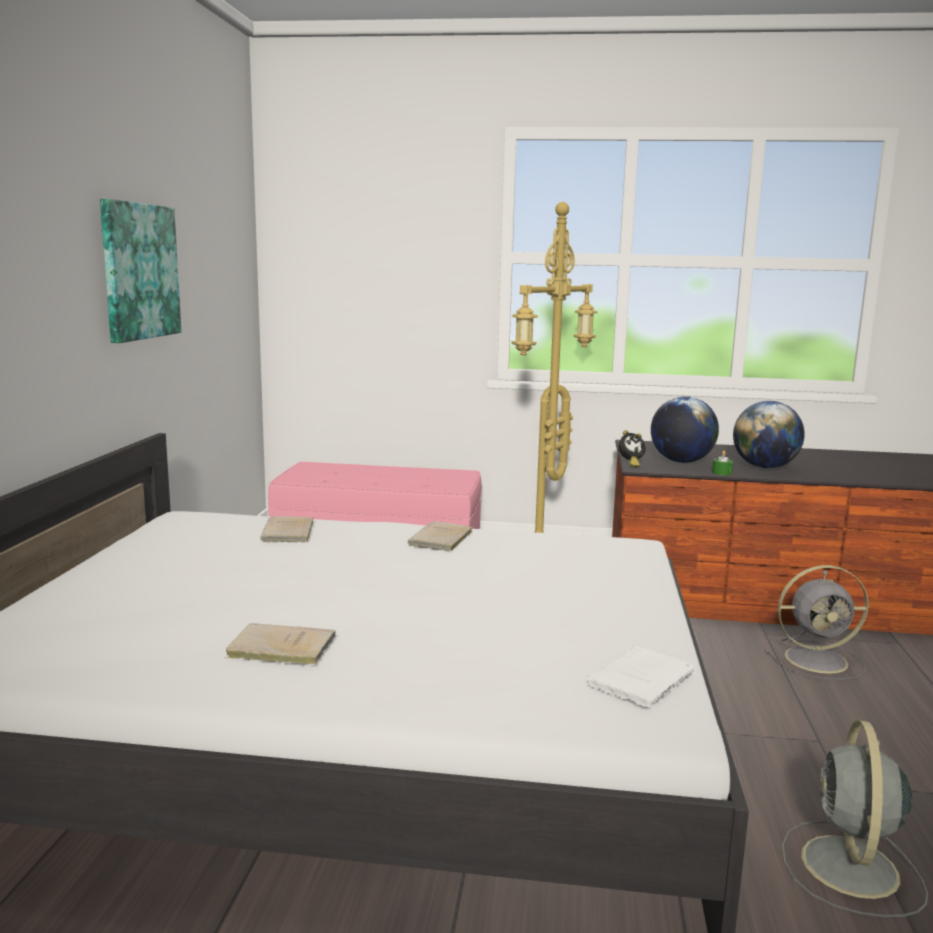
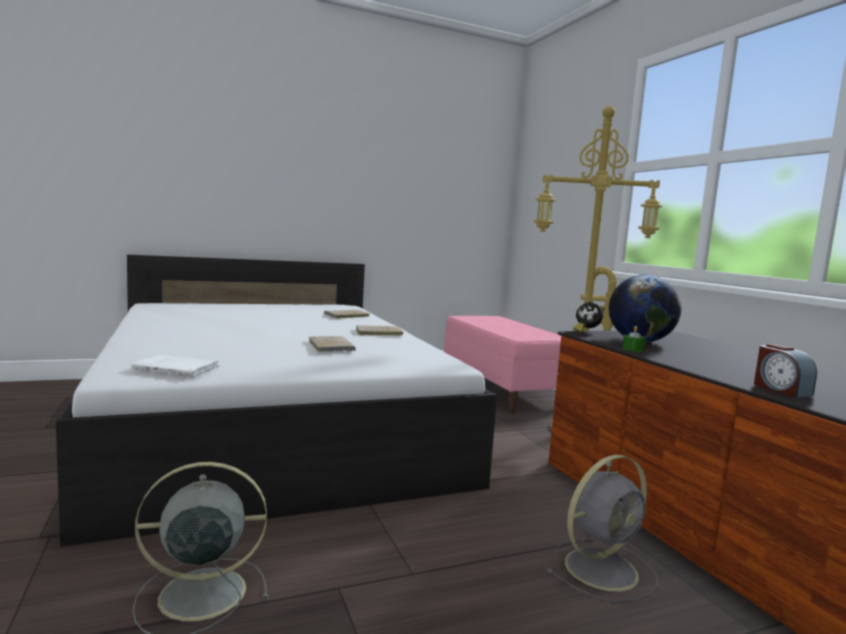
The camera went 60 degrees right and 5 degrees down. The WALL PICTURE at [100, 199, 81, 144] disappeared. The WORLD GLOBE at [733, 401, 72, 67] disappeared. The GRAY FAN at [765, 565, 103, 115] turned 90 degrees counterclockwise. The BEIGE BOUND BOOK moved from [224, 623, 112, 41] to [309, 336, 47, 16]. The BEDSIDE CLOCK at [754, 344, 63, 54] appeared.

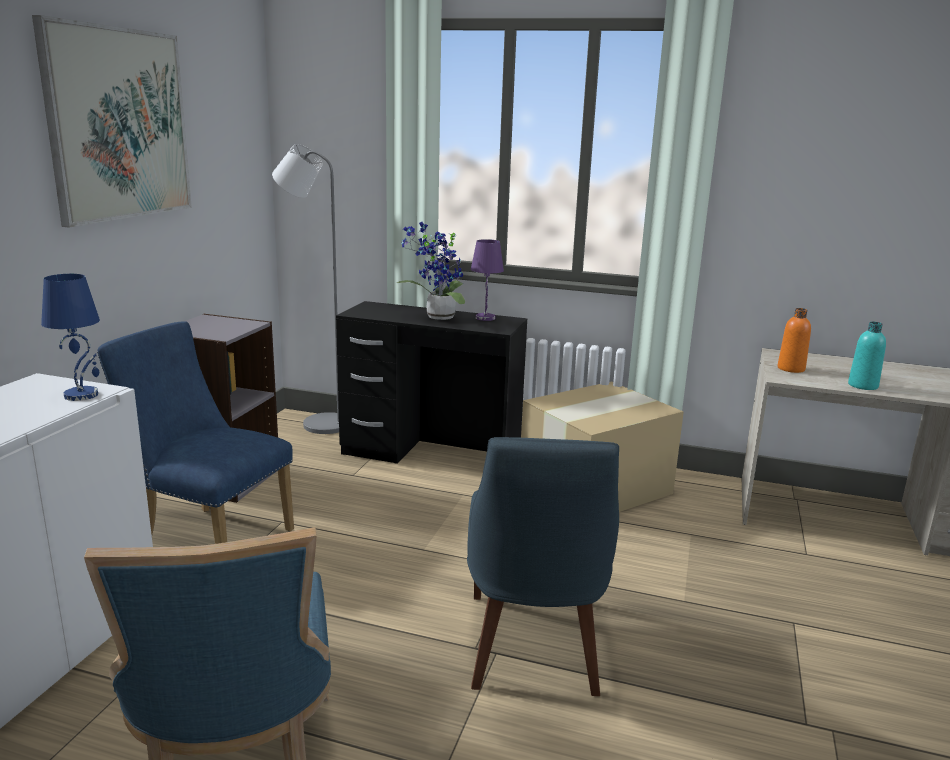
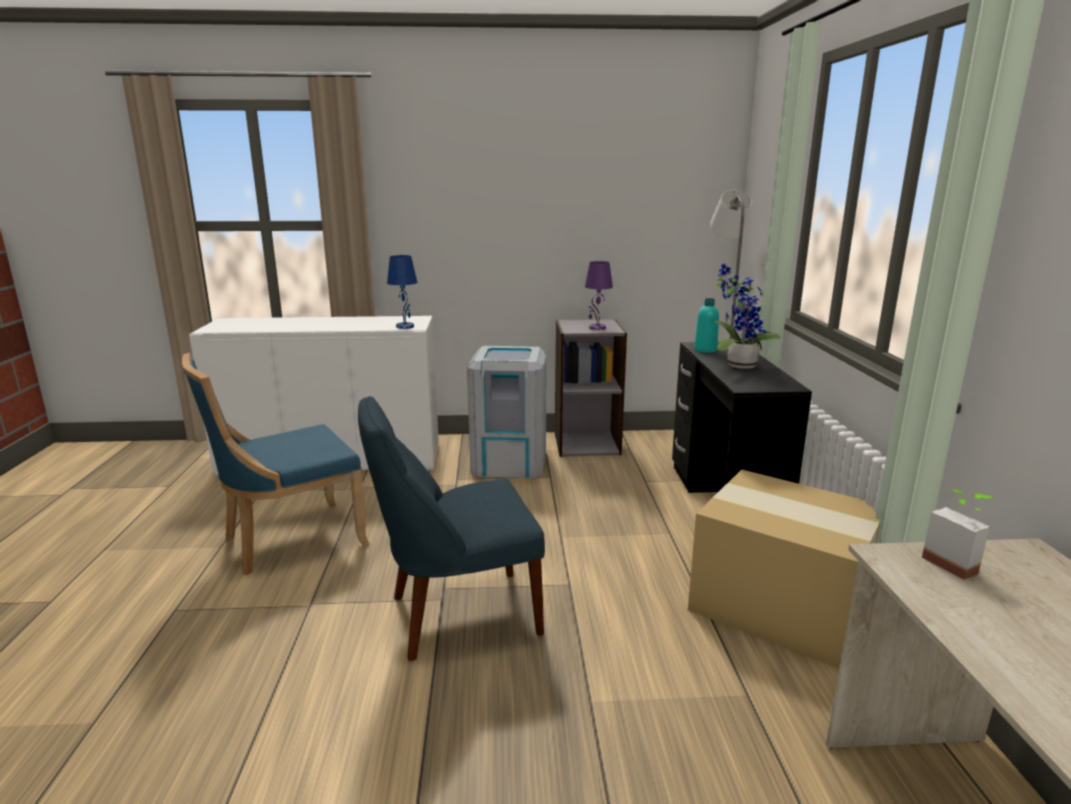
The camera went 70 degrees right and 0 degrees up. The WALL PICTURE at [32, 15, 160, 213] disappeared. The PURPLE TABLE LAMP moved from [471, 239, 33, 82] to [585, 261, 28, 69]. The ORANGE BEVERAGE BOTTLE at [778, 308, 33, 65] was replaced by the POTTED PLANT at [922, 489, 72, 91]. The BLUISH UPRIGHT CHAIR at [97, 321, 197, 223] was replaced by the GRAY WASTE BIN at [467, 346, 80, 132]. The BLUE-GREEN BEVERAGE BOTTLE moved from [848, 322, 38, 68] to [694, 298, 25, 55].

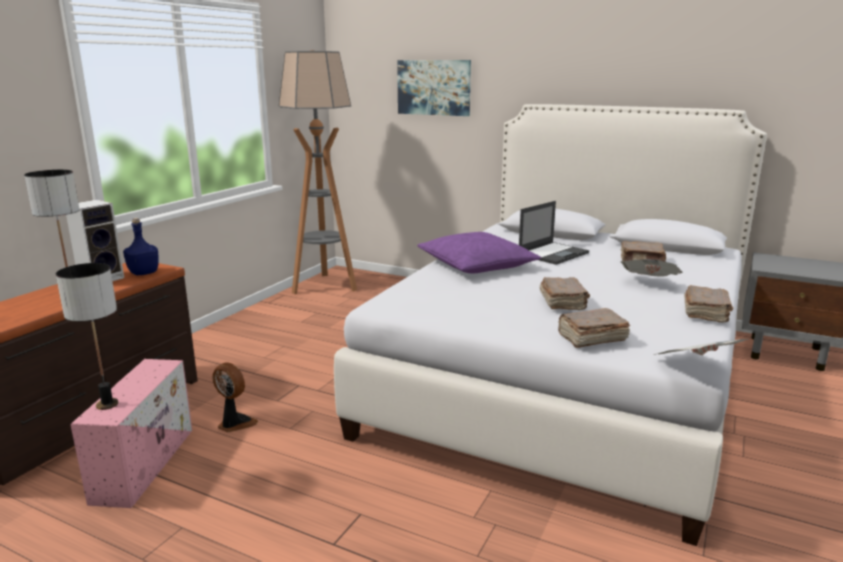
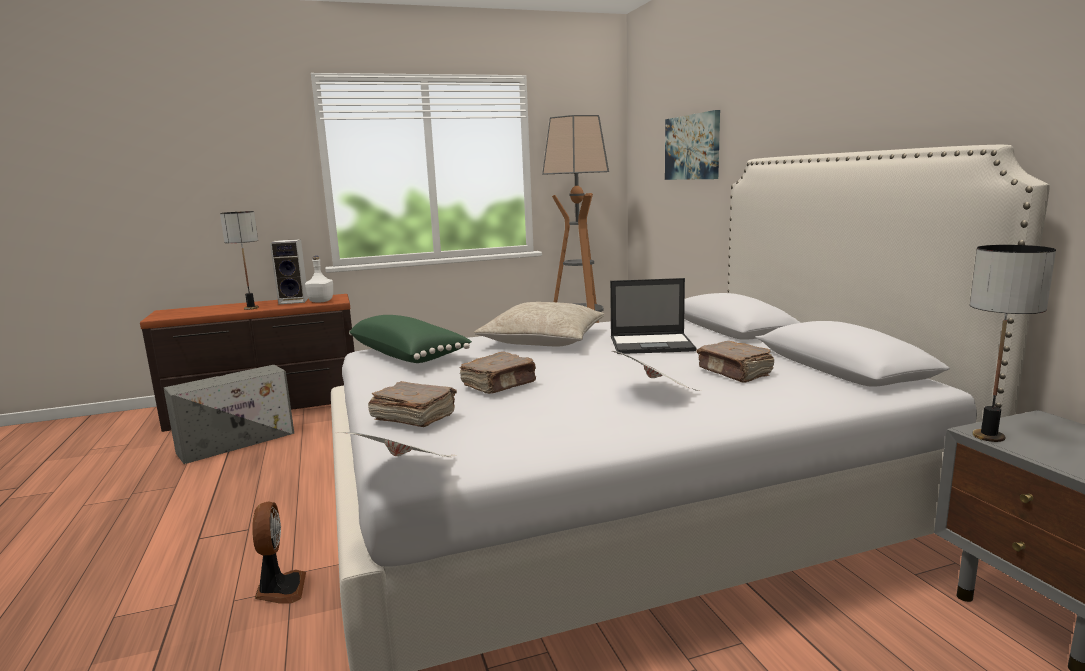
The camera went 45 degrees right and 5 degrees down. The BLUISH BEVERAGE BOTTLE at [123, 218, 36, 57] became the WHITISH BEVERAGE BOTTLE at [305, 256, 28, 47]. The PURPLE CUSHION at [417, 232, 124, 41] became the BEIGE CUSHION at [474, 302, 130, 44]. The TABLE LAMP moved from [56, 263, 62, 147] to [970, 245, 86, 197]. The BROWN-COLOURED BOUND BOOK at [684, 285, 49, 38] disappeared. The PINK STORAGE BOX at [70, 359, 122, 149] became the GRAY STORAGE BOX at [164, 365, 130, 99]. The FAN moved from [212, 362, 46, 70] to [252, 502, 54, 102]. The GREEN CUSHION at [349, 315, 123, 48] appeared.

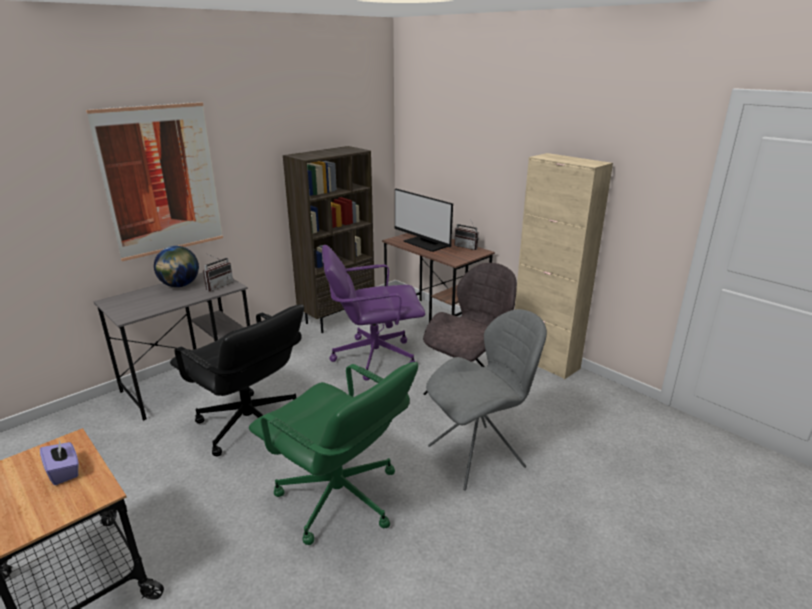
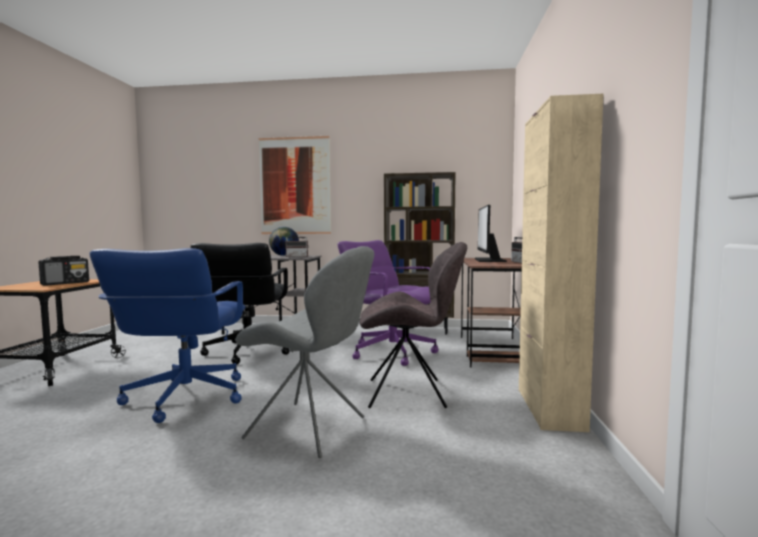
The camera went 50 degrees right and 20 degrees down. The GREEN DESK CHAIR at [249, 362, 169, 183] became the BLUISH DESK CHAIR at [89, 248, 156, 175]. The PURPLE BOX OF TISSUES at [40, 440, 39, 45] was replaced by the RADIO RECEIVER at [38, 256, 51, 30].

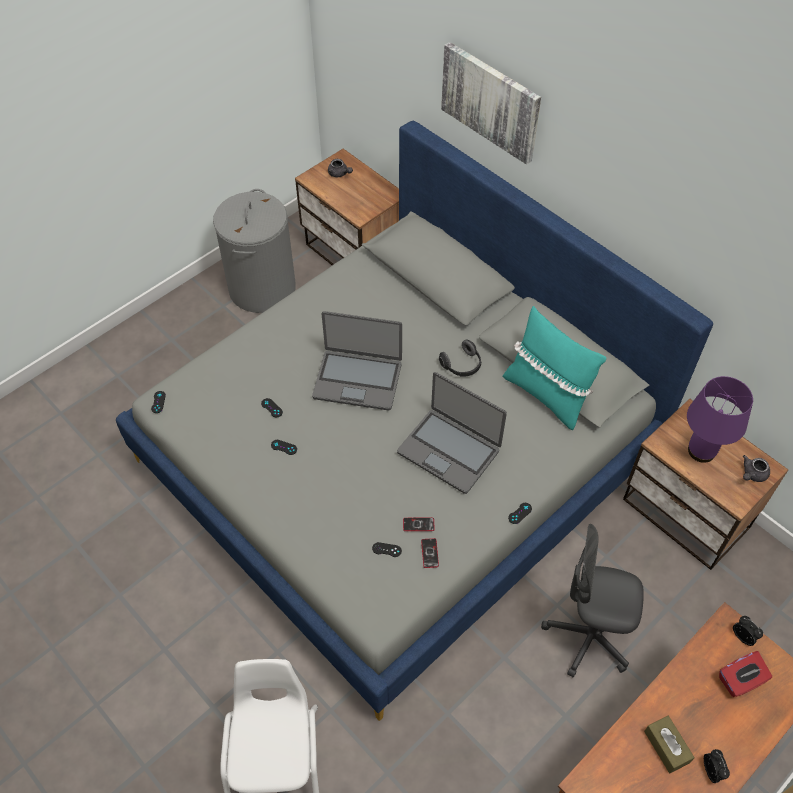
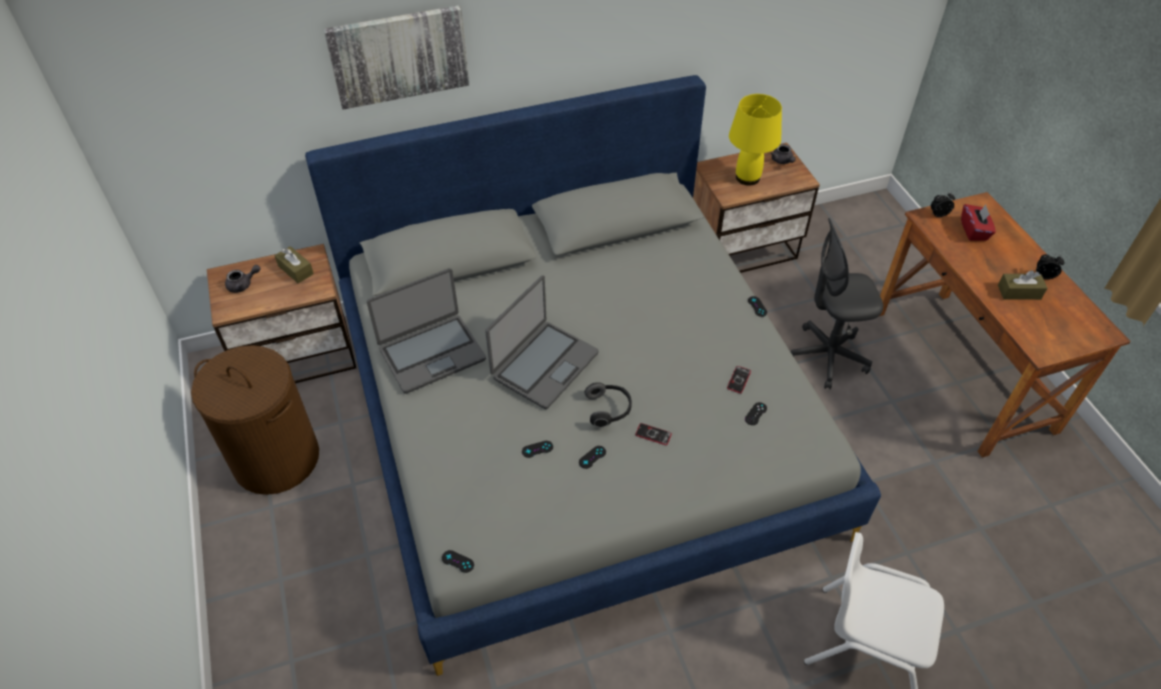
The camera went 65 degrees left and 5 degrees down. The GRAY WASHING BASKET at [213, 189, 83, 124] became the BROWN-COLOURED WASHING BASKET at [191, 345, 128, 150]. The BLUE-GREEN CUSHION at [503, 306, 103, 124] disappeared. The HEADPHONES moved from [439, 339, 42, 38] to [584, 382, 48, 45]. The LAPTOP moved from [397, 372, 110, 122] to [367, 268, 119, 126]. The PURPLE TABLE LAMP at [687, 376, 66, 87] became the YELLOW TABLE LAMP at [729, 94, 53, 92]. The GRAY DESK CHAIR at [541, 524, 103, 153] turned 45 degrees clockwise. The TELEPHONE moved from [421, 538, 18, 30] to [635, 423, 37, 22]. The BROWN-COLOURED BOX OF TISSUES at [274, 246, 40, 37] appeared.

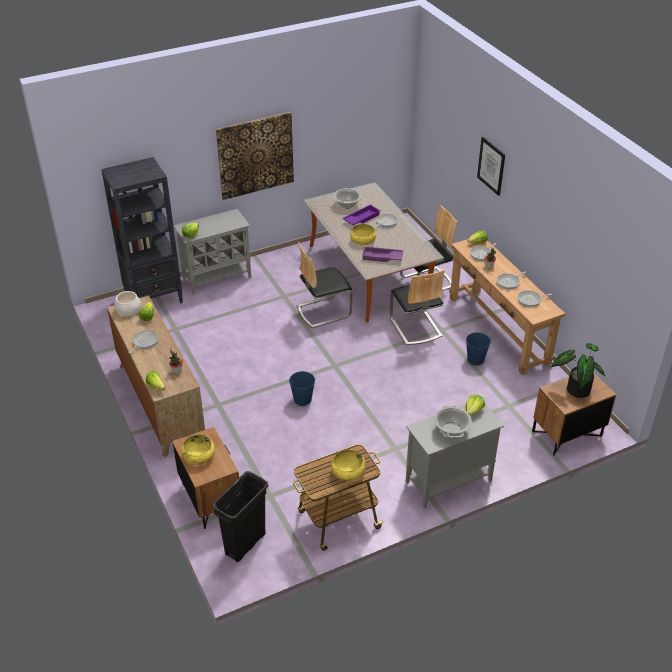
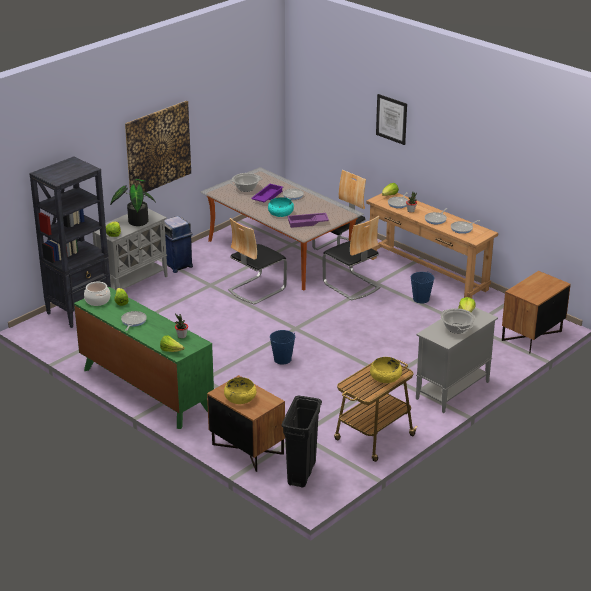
The camera went 20 degrees left and 10 degrees down. The YELLOW SERVING BOWL at [350, 224, 26, 21] became the BLUE-GREEN SERVING BOWL at [268, 197, 26, 20]. The BROWN-COLOURED DRESSER at [107, 296, 98, 162] became the GREEN DRESSER at [74, 287, 140, 142]. The POTTED PLANT moved from [551, 343, 54, 55] to [110, 179, 46, 47]. The BLUISH WASTE BIN at [164, 216, 29, 57] appeared.

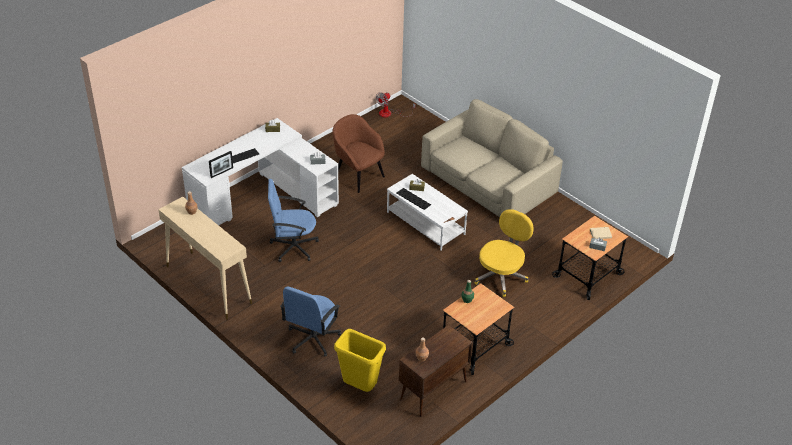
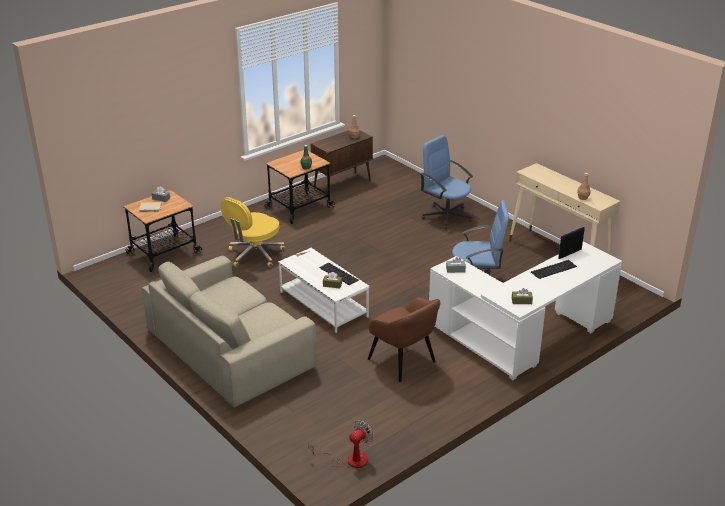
The camera went 175 degrees left and 10 degrees down. The BLUISH DESK CHAIR at [280, 286, 61, 70] turned 75 degrees counterclockwise. The YELLOW WASTE BIN at [334, 329, 52, 63] disappeared.

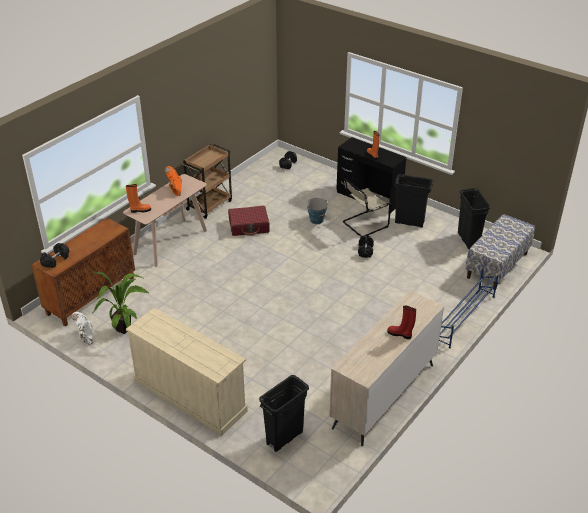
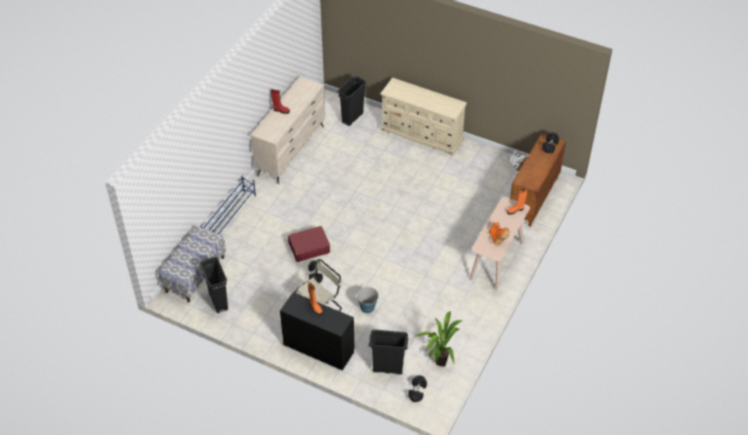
The camera went 170 degrees right and 10 degrees up. The BROWN-COLOURED TROLLEY at [182, 144, 50, 75] disappeared. The BLACK WASTE BIN moved from [394, 174, 39, 53] to [369, 329, 40, 45]. The RED PIECE OF LUGGAGE moved from [228, 206, 42, 30] to [288, 226, 42, 36]. The POTTED PLANT moved from [93, 272, 57, 62] to [415, 311, 48, 56].

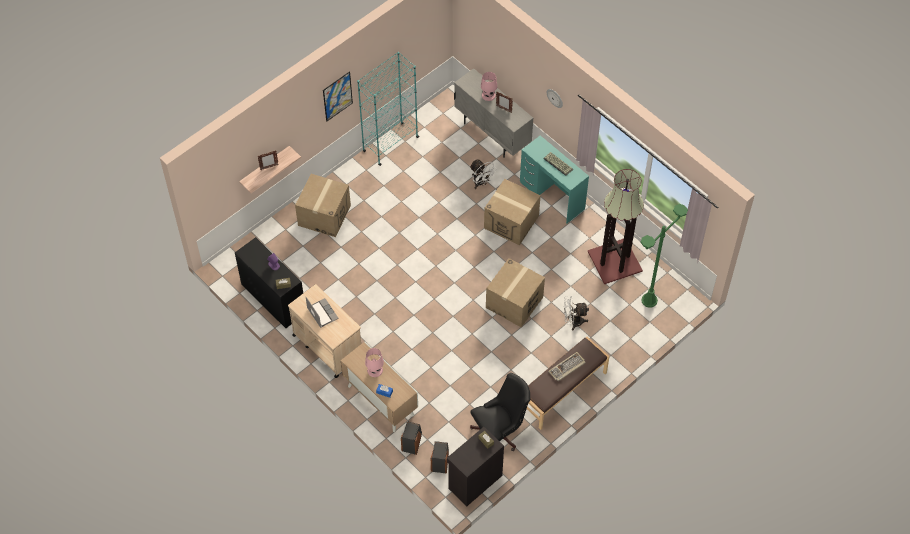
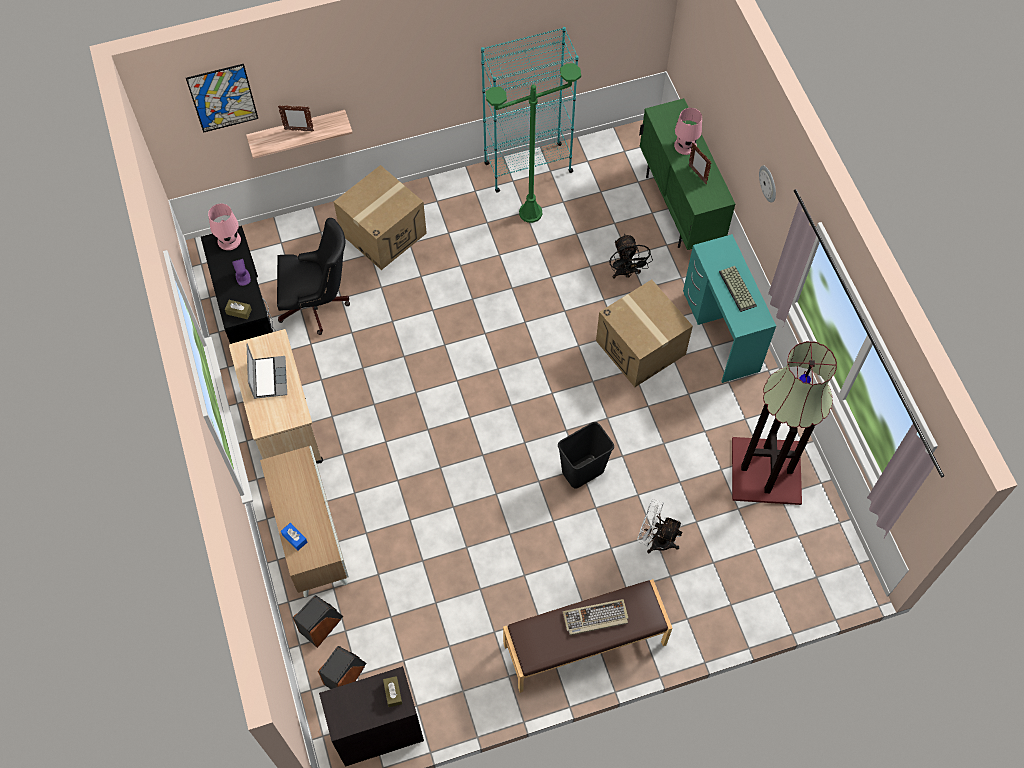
The camera went 25 degrees right and 5 degrees up. The GRAY CUPBOARD at [454, 68, 79, 90] became the GREEN CUPBOARD at [639, 98, 96, 152]. The WALL PICTURE moved from [323, 71, 30, 50] to [186, 64, 72, 69]. The WHITISH FAN at [470, 159, 27, 30] became the BLACK FAN at [609, 234, 44, 45]. The GREEN STANDING LAMP moved from [640, 204, 48, 104] to [486, 63, 95, 160]. The CARTON at [486, 258, 59, 69] was replaced by the BLACK WASTE BIN at [558, 422, 56, 66]. The PINK TABLE LAMP moved from [365, 348, 19, 29] to [208, 204, 33, 46]. The BLACK DESK CHAIR moved from [470, 373, 60, 78] to [277, 218, 73, 117].

